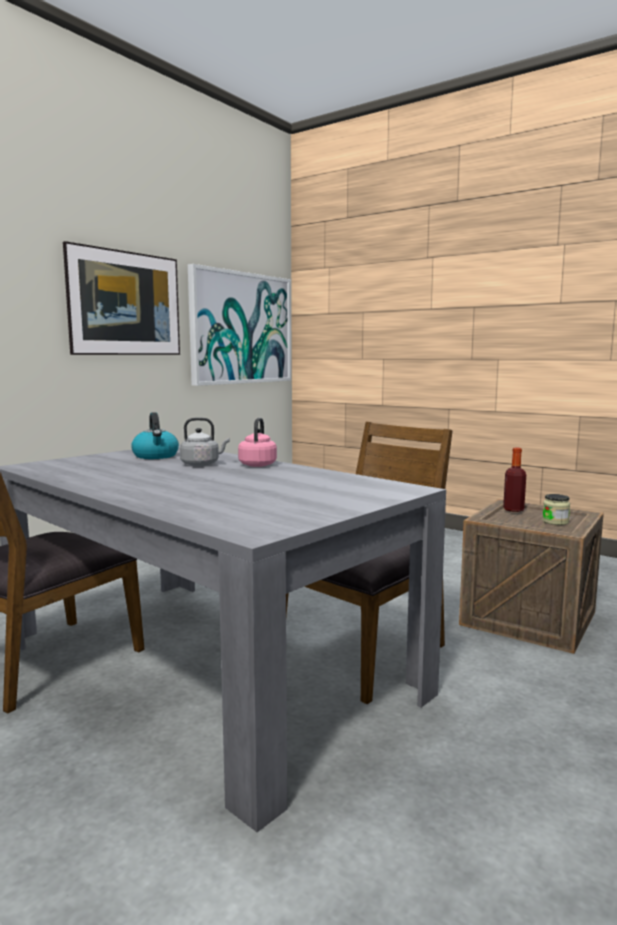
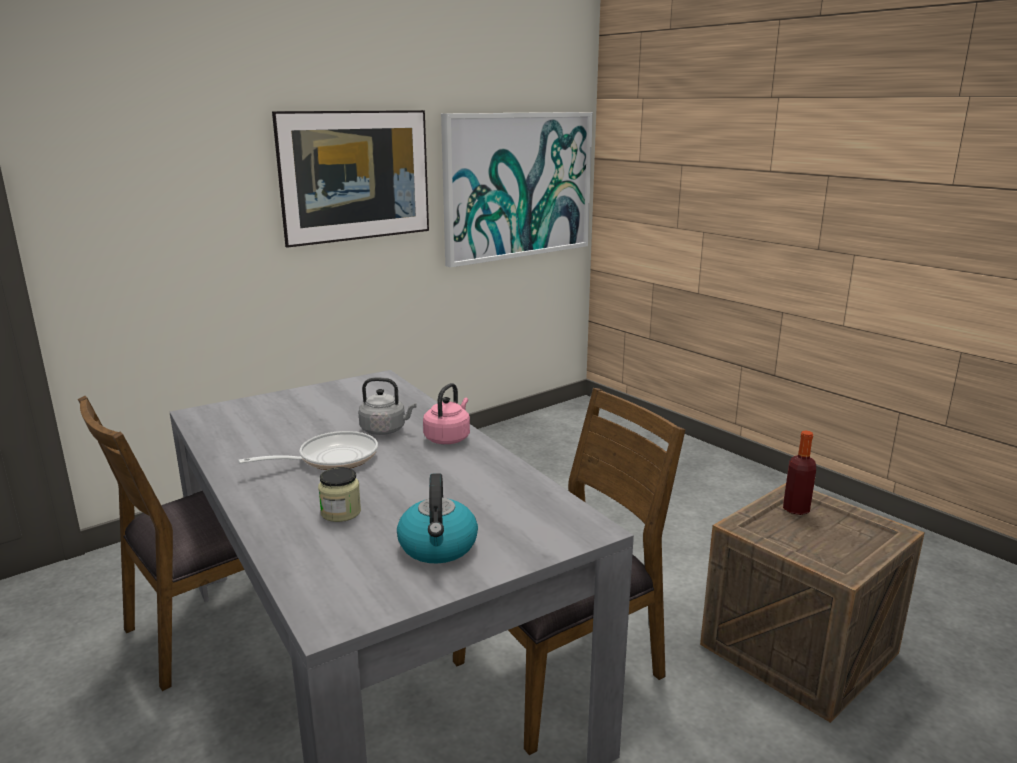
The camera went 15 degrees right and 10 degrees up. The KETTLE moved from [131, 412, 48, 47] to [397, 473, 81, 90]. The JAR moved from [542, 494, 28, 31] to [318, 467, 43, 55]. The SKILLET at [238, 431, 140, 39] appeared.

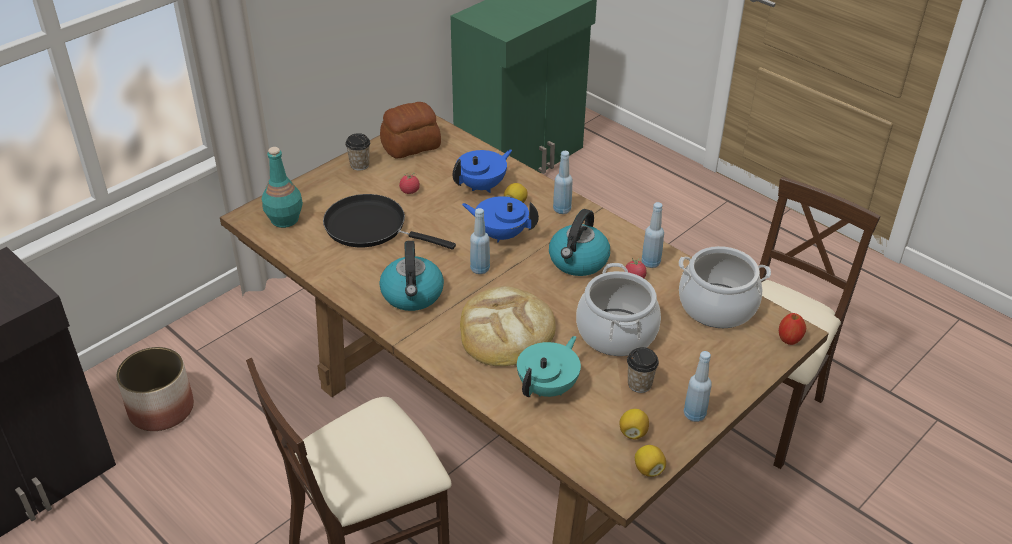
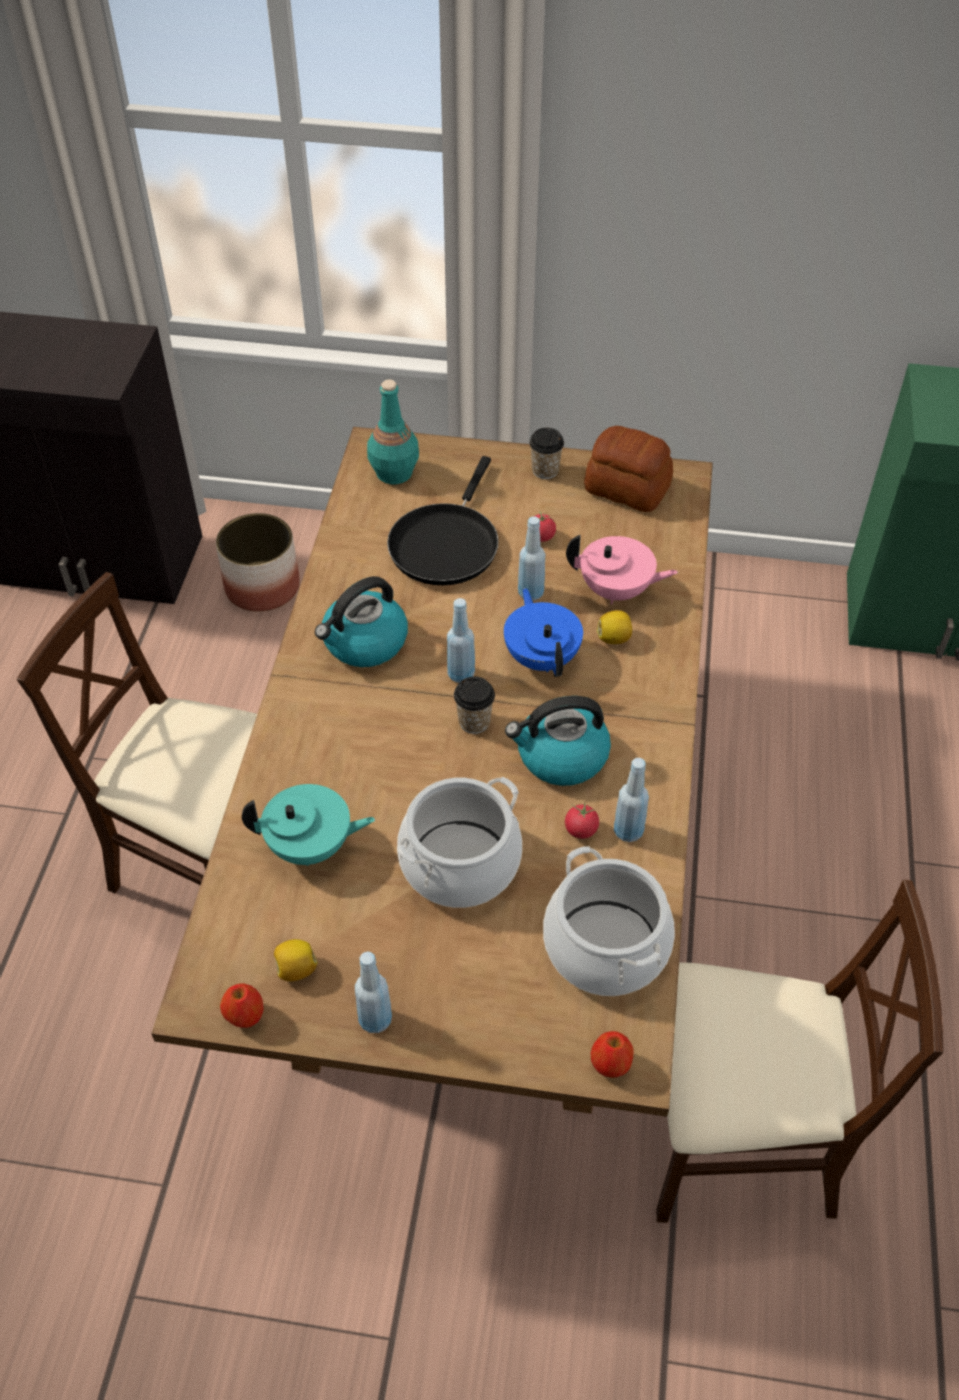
The camera went 55 degrees right and 10 degrees up. The BLUISH POT FOR TEA at [453, 150, 59, 43] became the PINK POT FOR TEA at [566, 535, 112, 69]. The BLUISH BEVERAGE BOTTLE moved from [553, 151, 20, 63] to [518, 516, 27, 85]. The BLACK SKILLET at [323, 194, 133, 56] turned 150 degrees counterclockwise. The BAKED BREAD at [460, 286, 96, 80] disappeared. The CUP moved from [627, 347, 32, 46] to [454, 676, 41, 58]. The LEMON at [635, 445, 31, 32] was replaced by the APPLE at [220, 983, 43, 45].

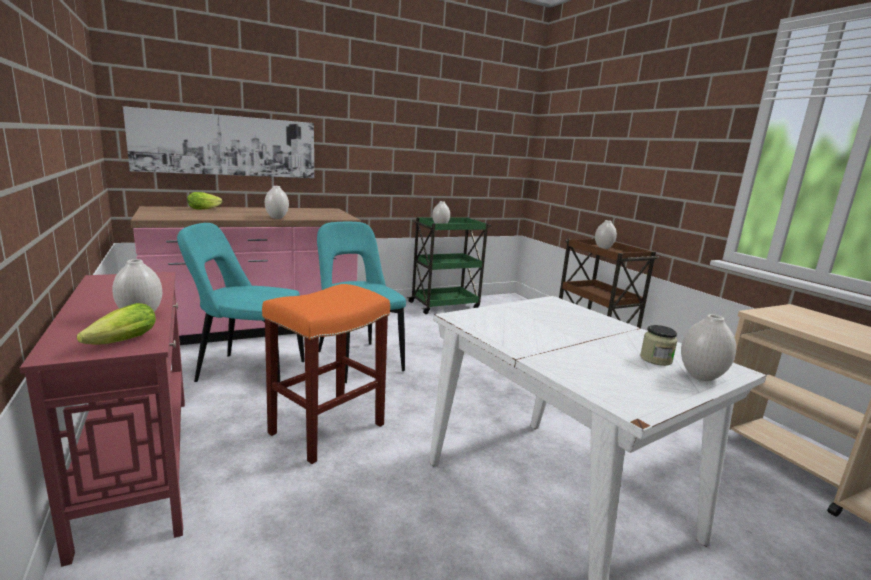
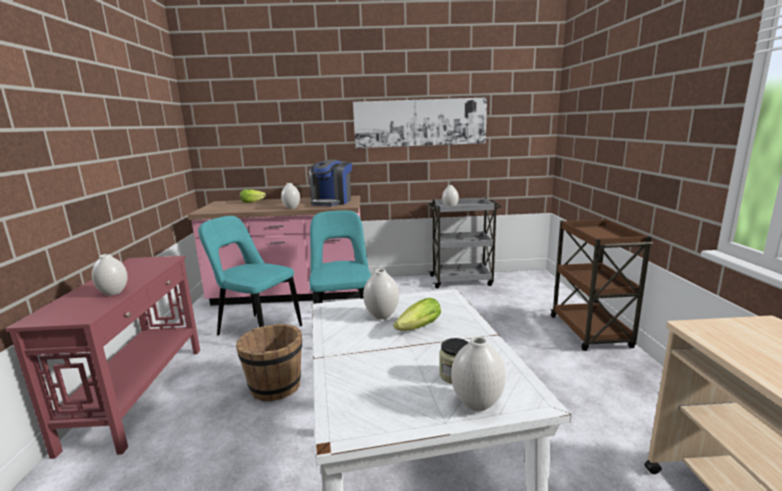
The camera went 25 degrees right and 0 degrees up. The WALL PICTURE moved from [123, 106, 191, 72] to [353, 97, 134, 51]. The GREEN TROLLEY at [407, 217, 84, 97] became the GRAY TROLLEY at [428, 198, 73, 91]. The WHITISH VASE moved from [595, 220, 22, 29] to [363, 269, 36, 50]. The ORANGE STOOL SEAT at [262, 284, 128, 180] was replaced by the BROWN-COLOURED WATER BUCKET at [236, 324, 66, 77]. The HEAD OF LETTUCE moved from [77, 303, 79, 41] to [394, 298, 47, 33]. The COFFEE MACHINE at [309, 159, 43, 47] appeared.

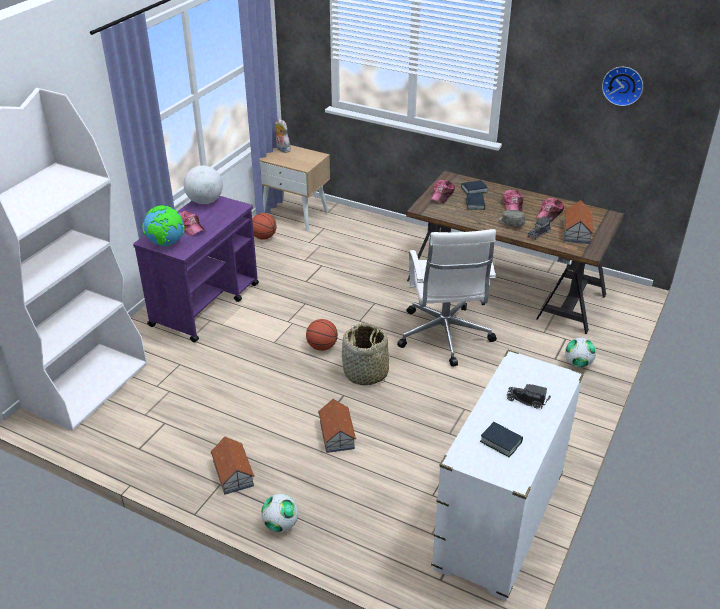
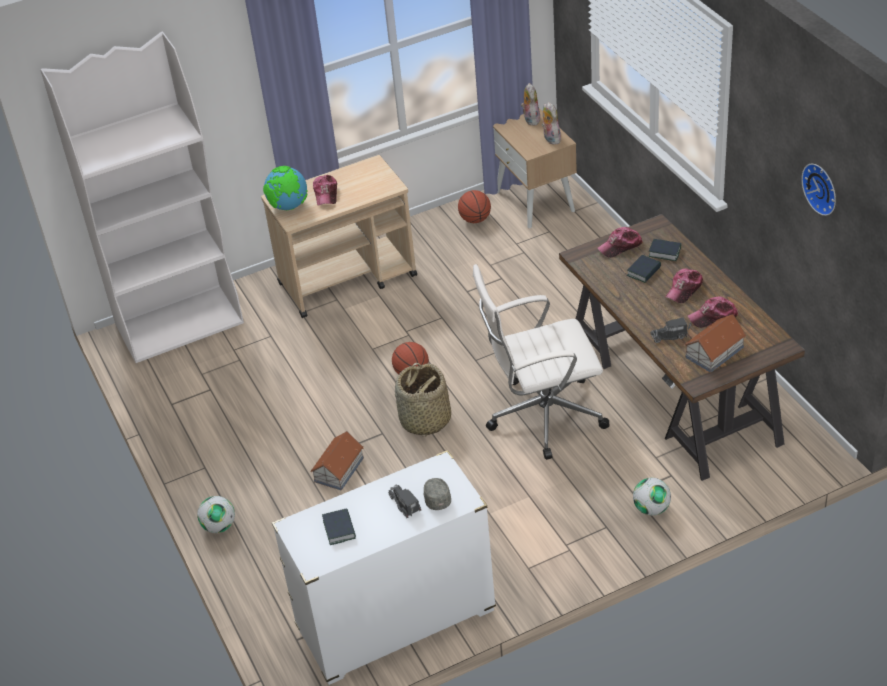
The camera went 40 degrees right and 5 degrees up. The WORLD GLOBE at [184, 165, 39, 39] disappeared. The PURPLE TROLLEY at [133, 196, 126, 146] became the BEIGE TROLLEY at [261, 155, 156, 163]. The GRAY BASEBALL CAP moved from [498, 210, 27, 17] to [424, 478, 27, 32]. The WHITISH DESK CHAIR at [397, 229, 100, 138] turned 45 degrees clockwise. The MINIATURE HOUSE at [210, 437, 45, 58] disappeared. The SOFT TOY at [542, 102, 19, 42] appeared.

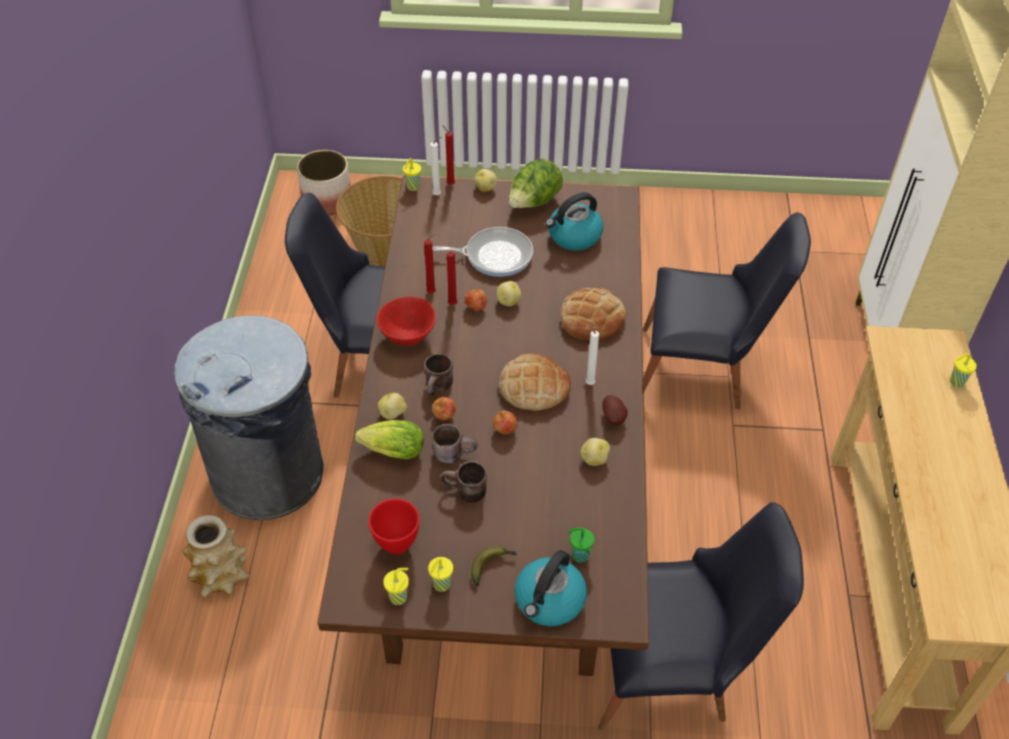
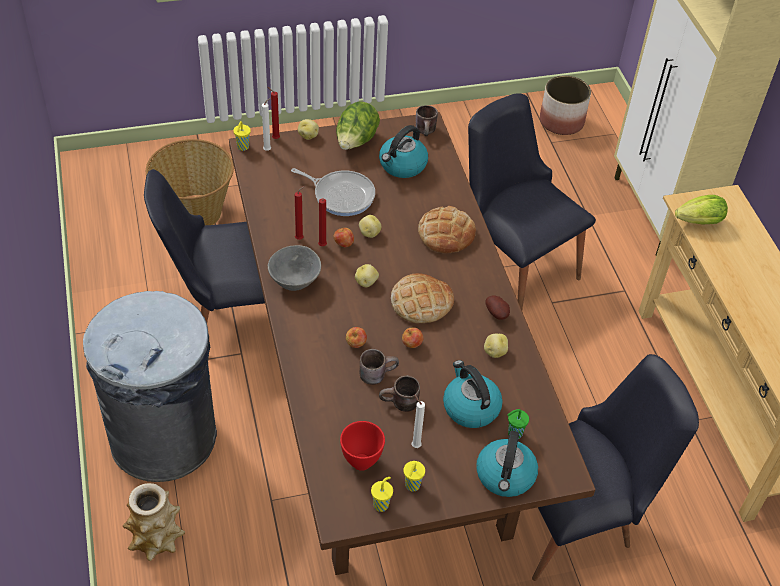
The camera went 20 degrees left and 0 degrees up. The PLANTER moved from [297, 150, 54, 66] to [540, 75, 51, 60]. The BLACK UPRIGHT CHAIR at [643, 213, 168, 196] turned 120 degrees counterclockwise. The SKILLET at [433, 227, 100, 50] turned 45 degrees clockwise. The RED SERVING BOWL at [377, 297, 59, 49] became the GRAY SERVING BOWL at [268, 245, 53, 46]. The WHITISH WAX CANDLE moved from [585, 322, 14, 63] to [412, 394, 13, 54]. The YELLOW CUP at [950, 353, 27, 35] disappeared. The BROWN-COLOURED TEA MUG moved from [424, 354, 29, 41] to [416, 105, 22, 31]. The WHOLE POTATO moved from [378, 393, 29, 27] to [355, 264, 24, 23]. The HEAD OF LETTUCE moved from [355, 420, 69, 39] to [675, 195, 53, 30]. The BANANA at [471, 545, 46, 40] disappeared. The KETTLE at [443, 360, 60, 68] appeared.

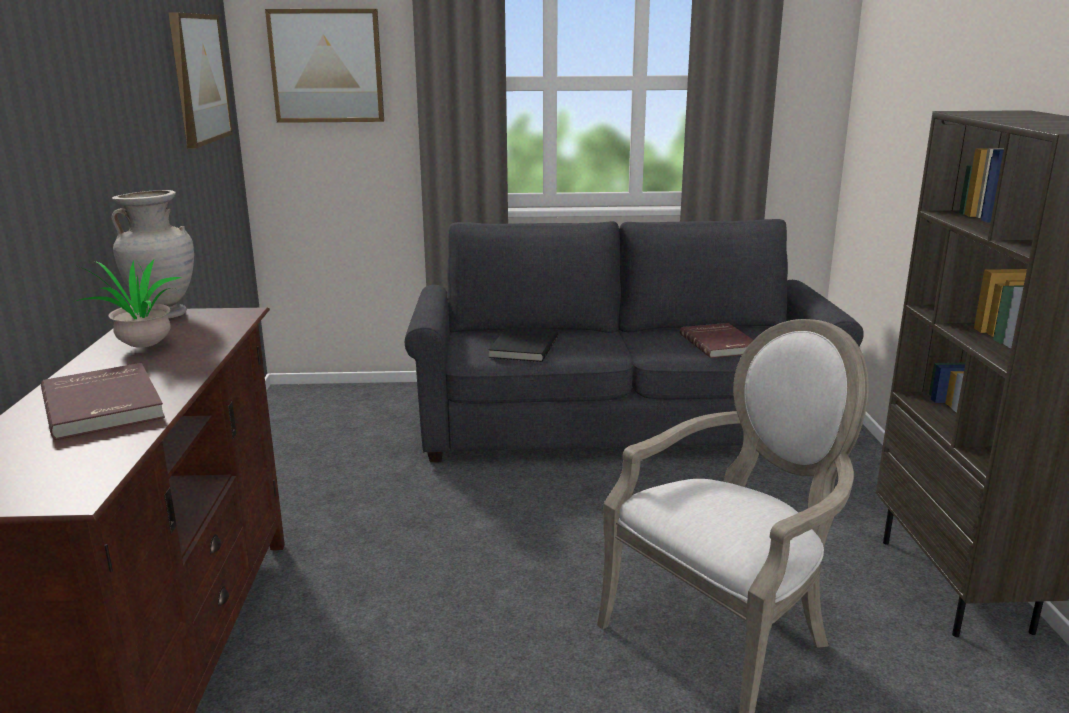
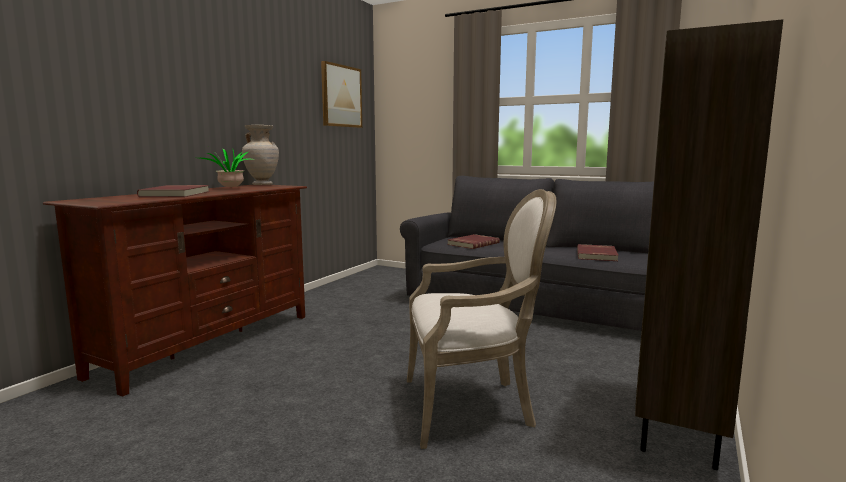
The camera went 30 degrees right and 10 degrees down. The WALL PICTURE at [265, 9, 119, 114] disappeared. The BLACK BOUND BOOK at [489, 327, 69, 35] became the RED BOUND BOOK at [447, 234, 53, 15].

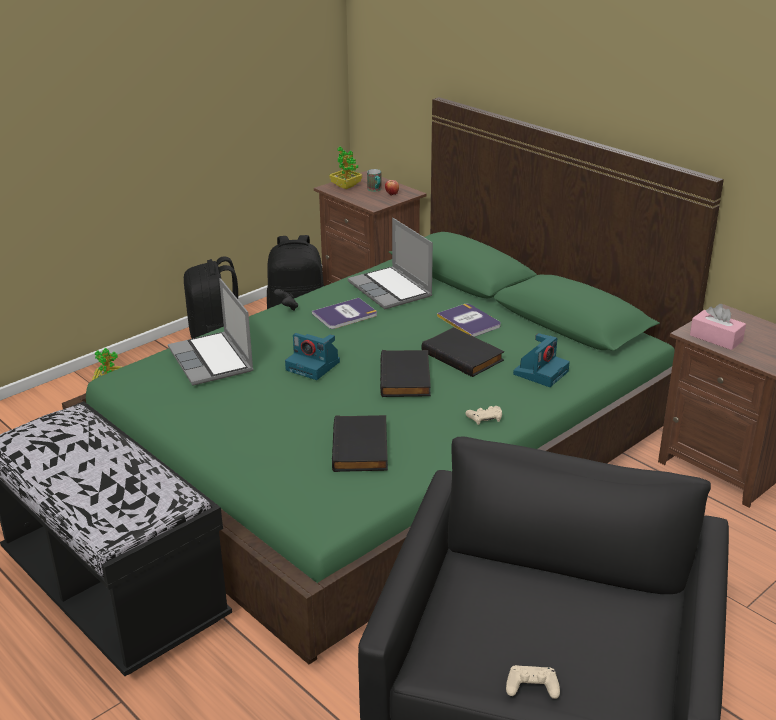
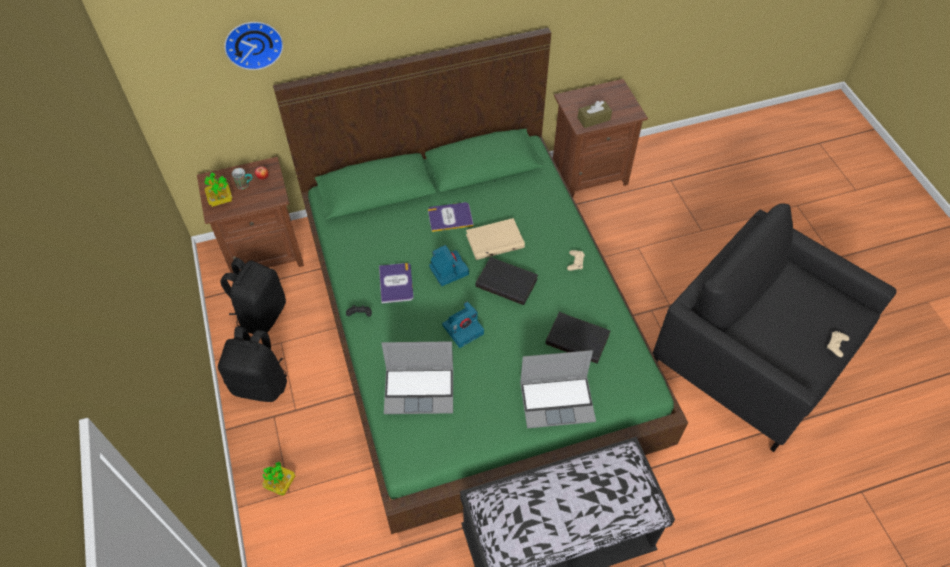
The camera went 65 degrees left and 25 degrees up. The LAPTOP moved from [348, 218, 85, 91] to [520, 350, 76, 78]. The PINK BOX OF TISSUES at [690, 304, 56, 46] became the BROWN-COLOURED BOX OF TISSUES at [577, 101, 35, 27]. The BLACK BOUND BOOK at [422, 327, 82, 50] became the BEIGE BOUND BOOK at [466, 218, 59, 42]. The PHOTO CAMERA moved from [513, 333, 57, 54] to [429, 245, 40, 41]. The CLOCK ON THE WALL at [224, 22, 59, 48] appeared.

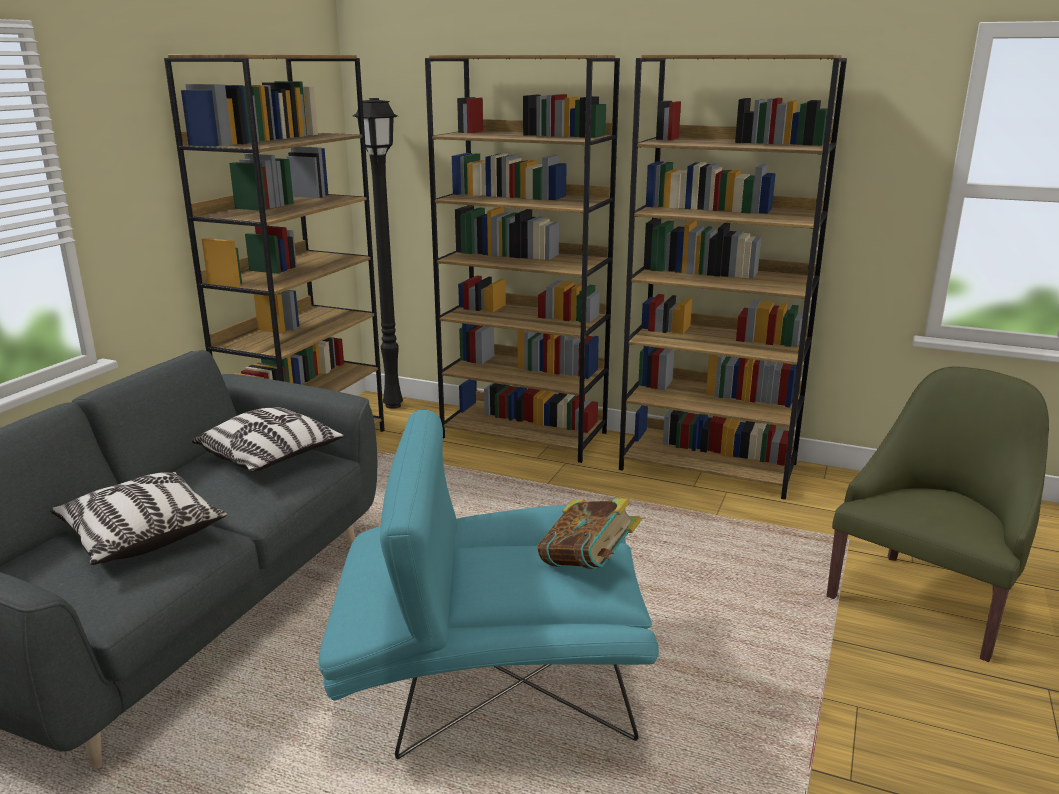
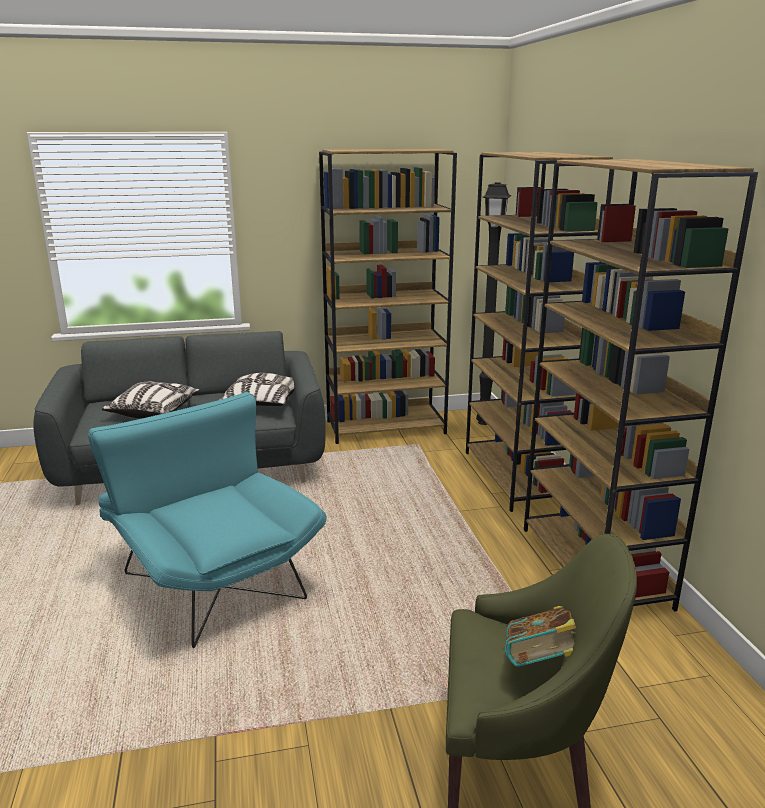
The camera went 55 degrees right and 0 degrees up. The BOUND BOOK moved from [537, 498, 105, 71] to [505, 606, 71, 61].

